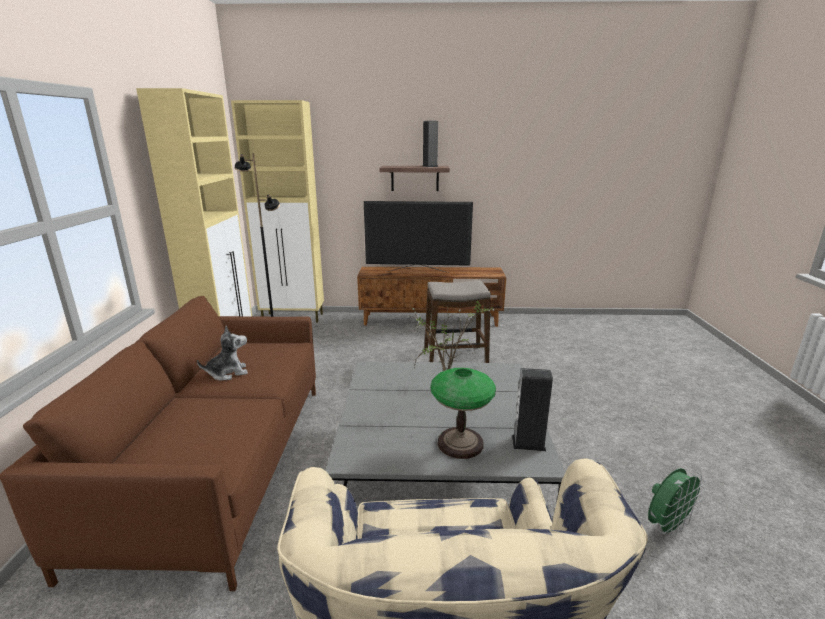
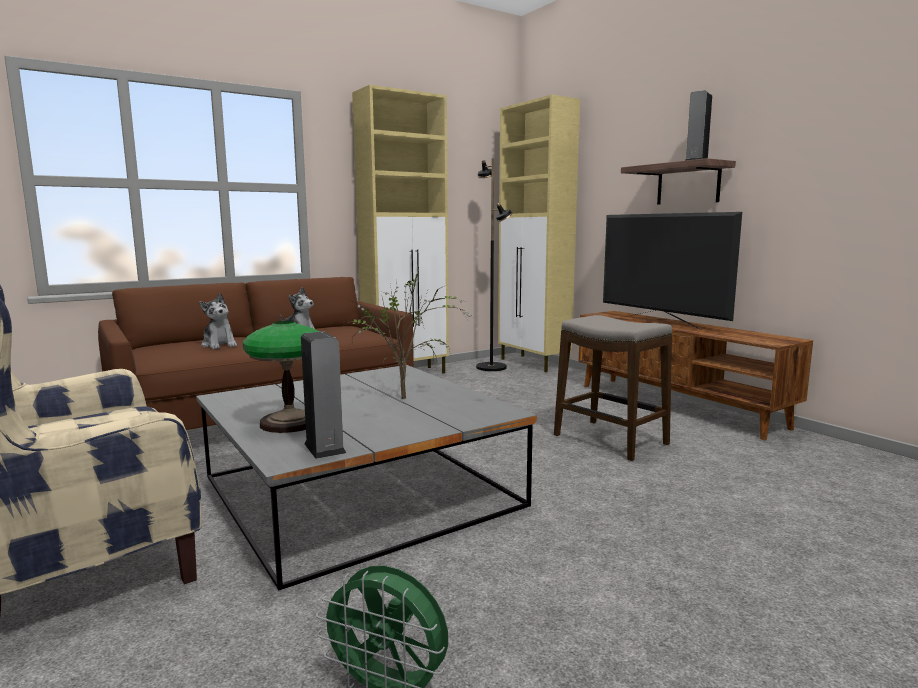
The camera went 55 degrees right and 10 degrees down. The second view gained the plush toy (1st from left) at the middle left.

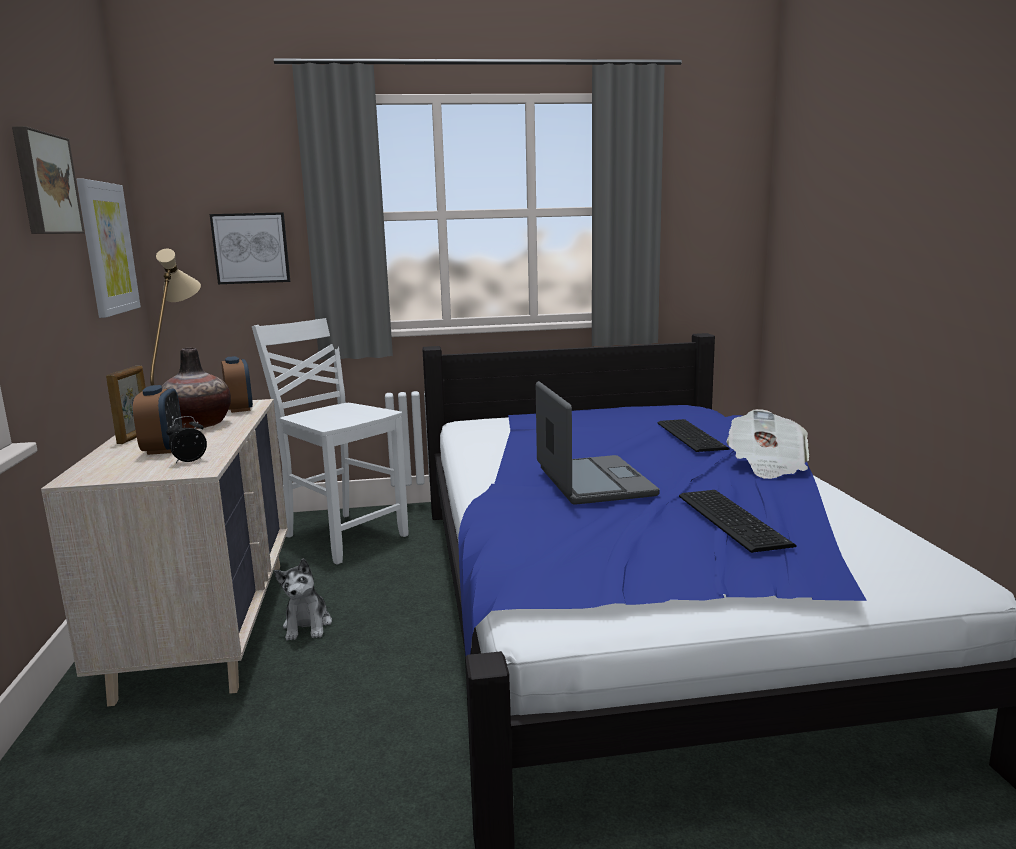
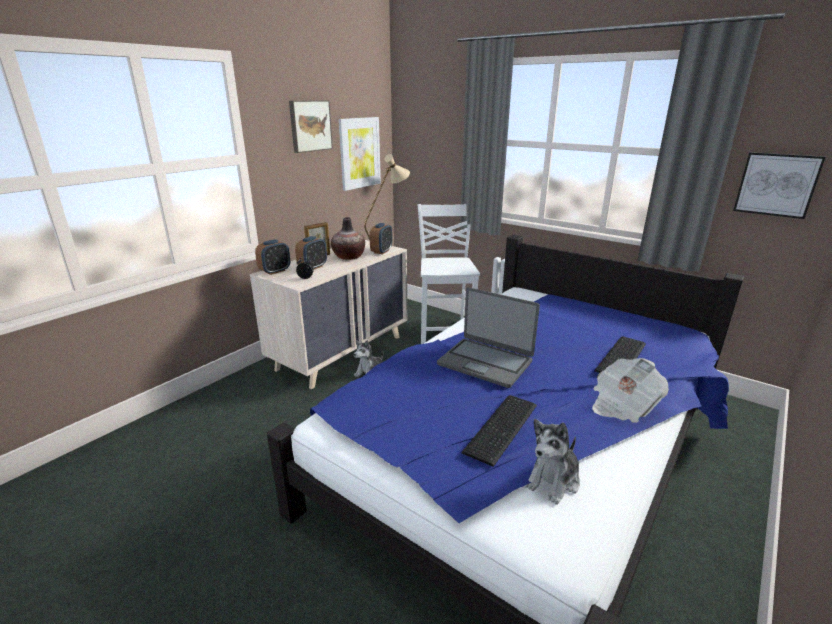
The camera went 45 degrees right and 10 degrees up. The picture (3rd from left) ended up elsewhere, having gone from the top left to the top right. The portable computer at the centre ended up facing another way, 90 degrees clockwise from before. The second view gained the table clock (1st from left) at the middle left. The second view gained the plush toy (2nd from left) at the bottom centre.

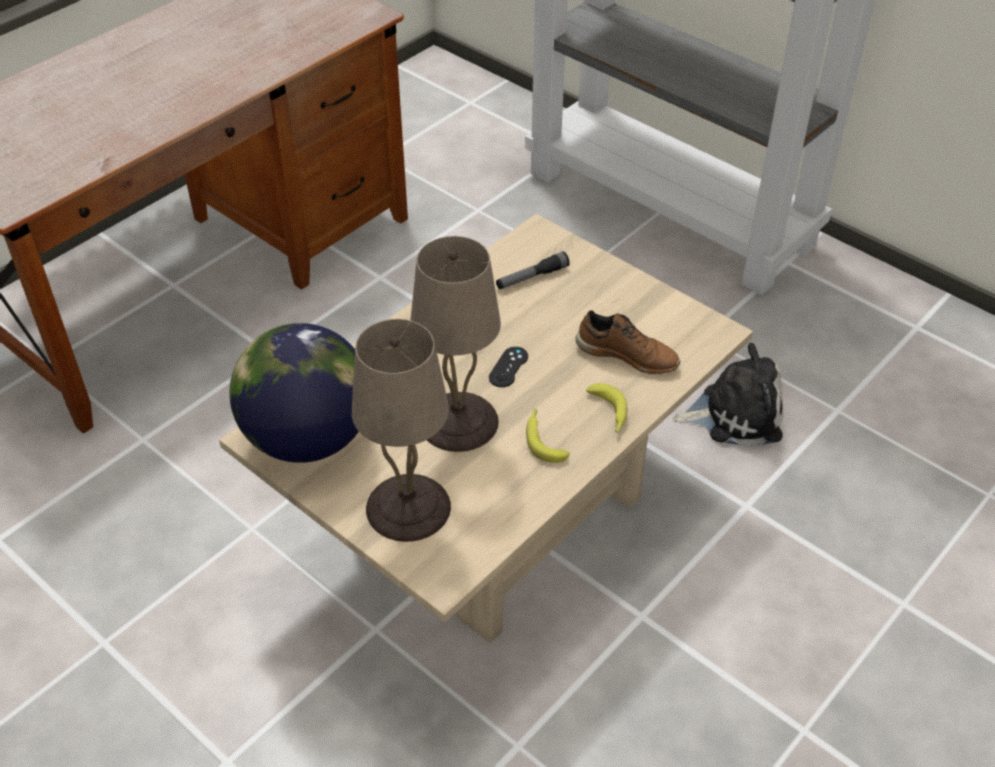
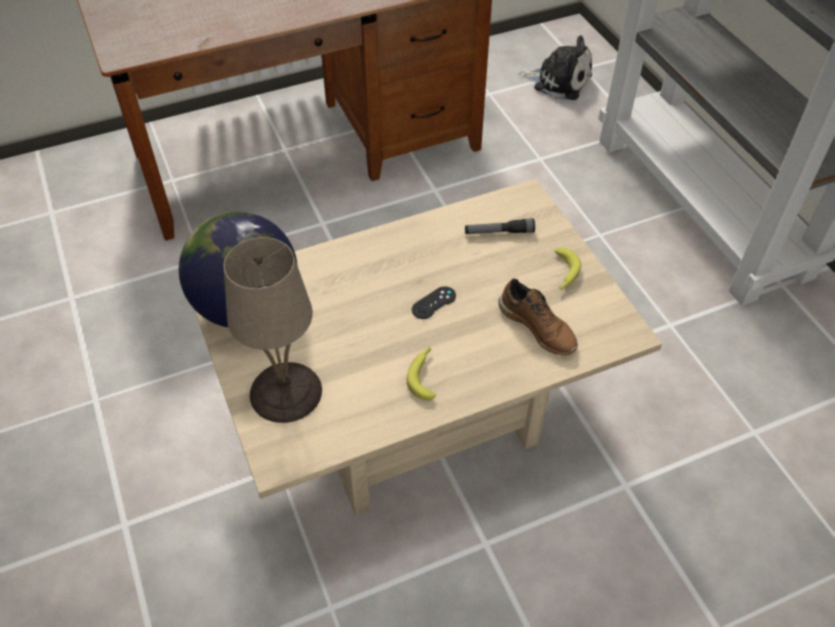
The camera went 25 degrees right and 5 degrees up. The second view lost the table lamp (beige-coloured) (2nd from left) at the centre. The banana (2nd from left) ended up elsewhere, having gone from the centre to the middle right. The plush toy ended up elsewhere, having gone from the middle right to the top centre.

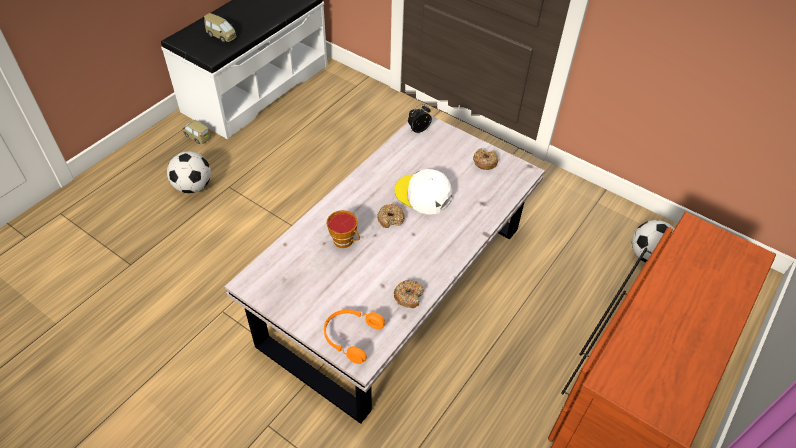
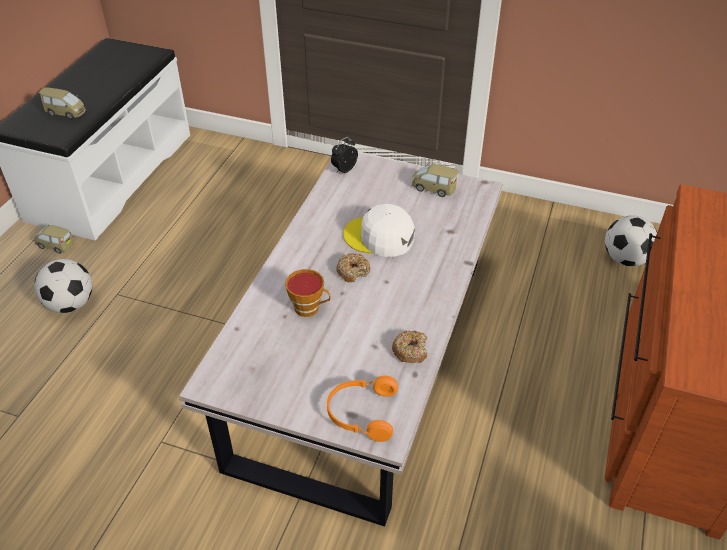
The camera went 15 degrees left and 5 degrees down. Where the donut (3rd from left) stood at the centre, the model car (3rd from left) came to stand at the top centre.

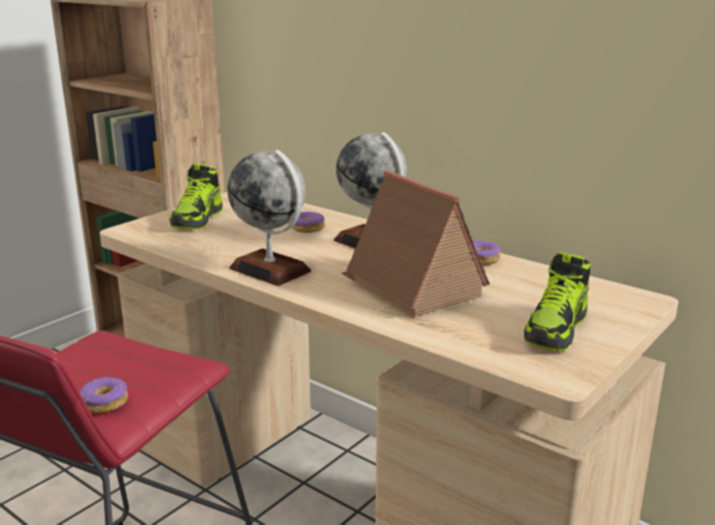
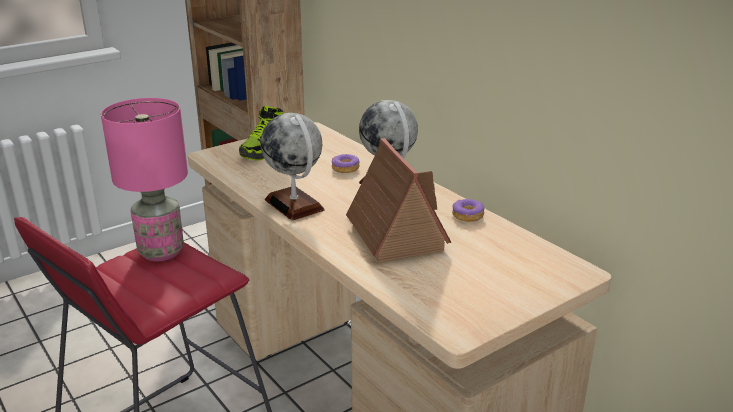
The camera went 15 degrees right and 5 degrees up. The second view lost the donut (1st from left) at the bottom left. The second view lost the item of footwear (2nd from left) at the middle right. The second view gained the table lamp (pink-coloured) at the middle left.

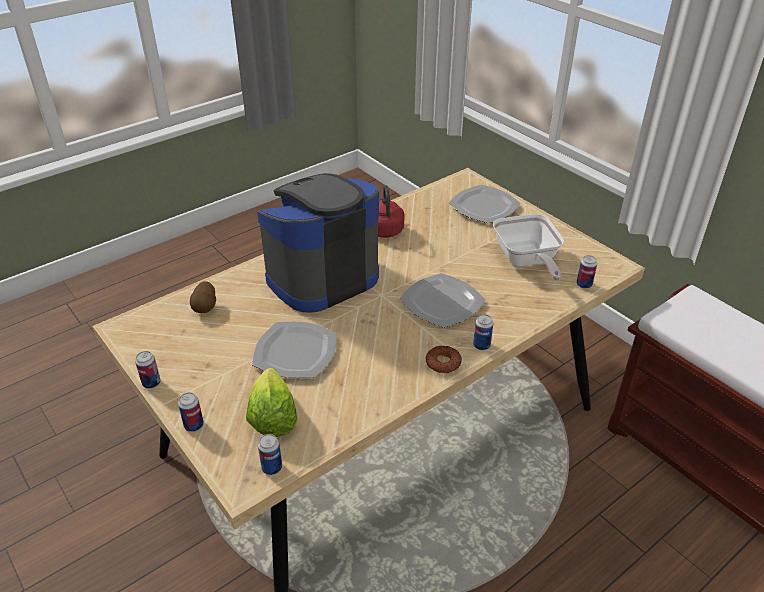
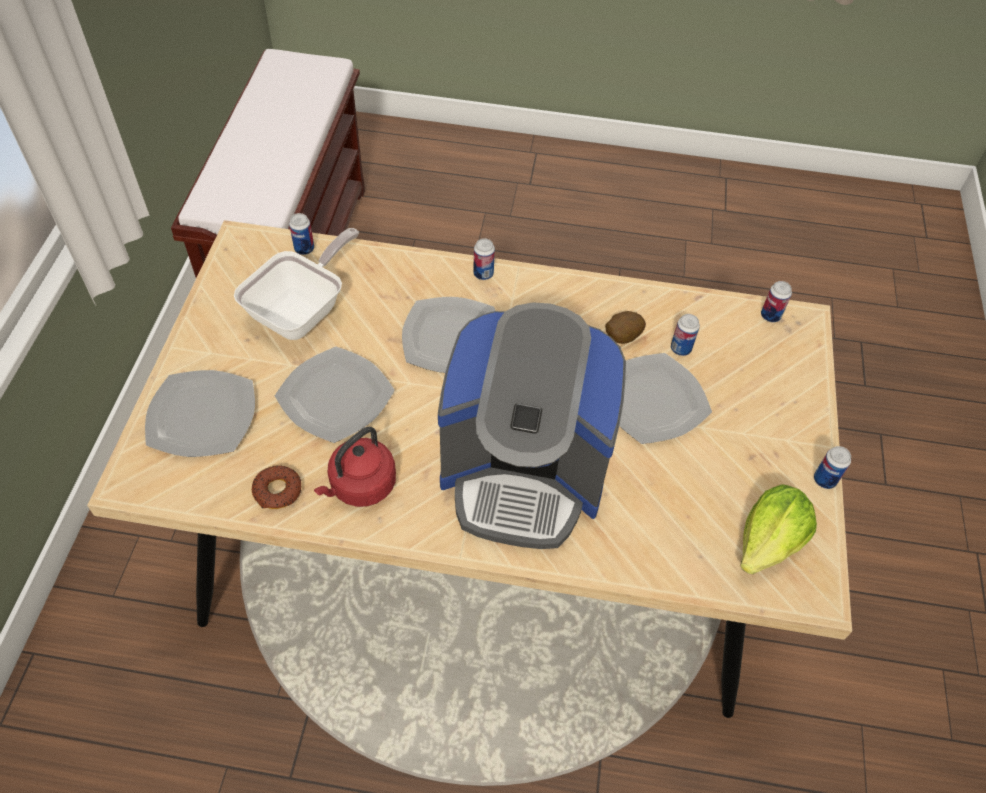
The camera went 135 degrees left and 15 degrees up. The metal can (2nd from left in the first image) ended up elsewhere, having gone from the bottom left to the middle right. The potato ended up elsewhere, having gone from the middle left to the centre. The lettuce ended up elsewhere, having gone from the bottom centre to the bottom right. The donut ended up elsewhere, having gone from the centre to the middle left. The second view gained the dinner plate (2nd from left) at the centre.

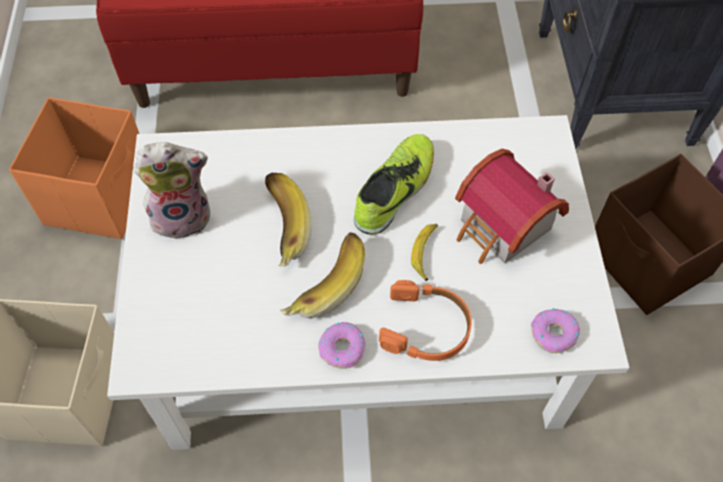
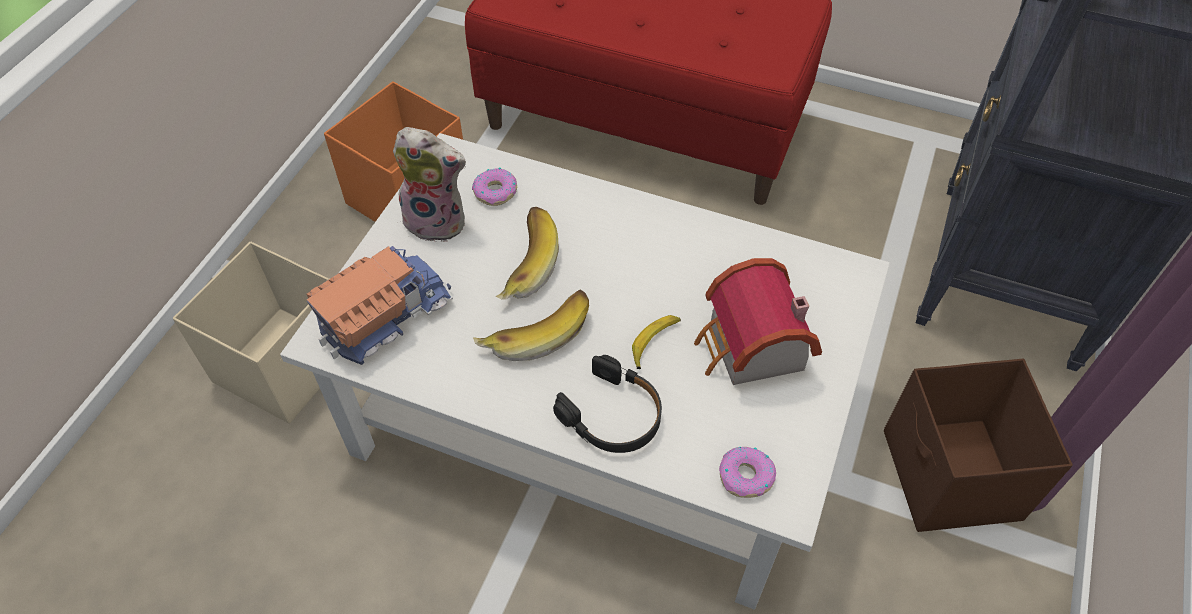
The camera went 25 degrees right and 5 degrees down. The donut (1st from left) ended up elsewhere, having gone from the bottom centre to the top centre. The second view lost the item of footwear at the centre. What was the headset (orange-coloured) at the centre turned into the headset (black-coloured) at the centre. The second view gained the toy truck at the middle left.

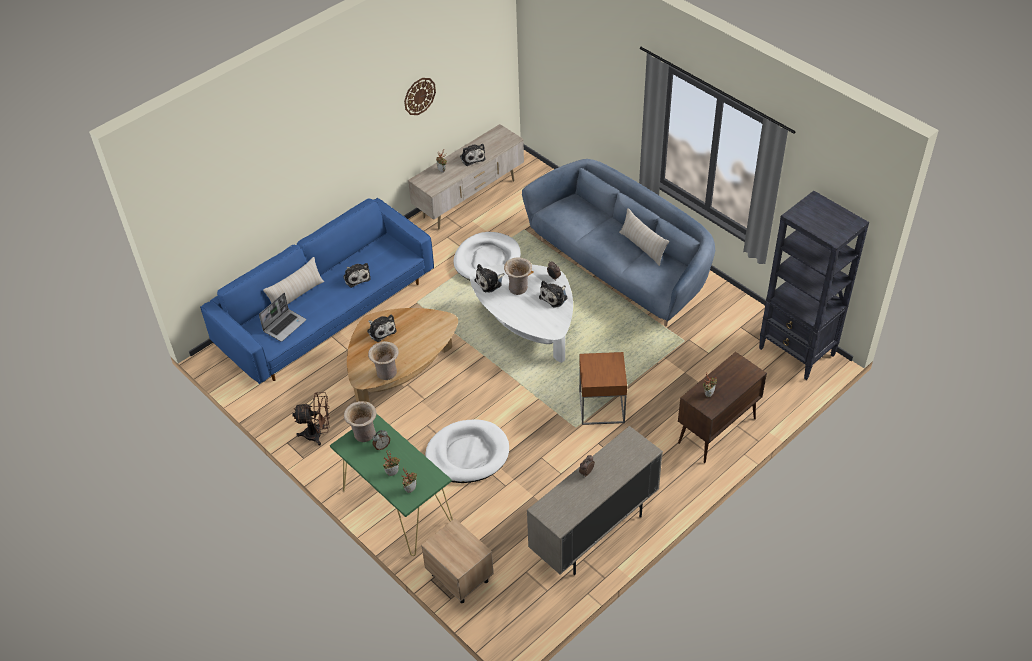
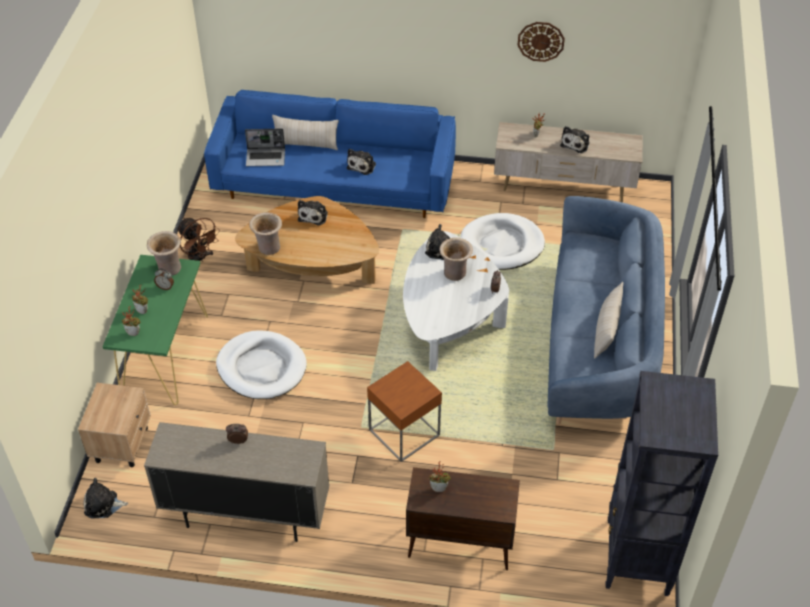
The camera went 50 degrees right and 0 degrees up. The plush toy (5th from left in the first image) ended up elsewhere, having gone from the centre to the bottom left.

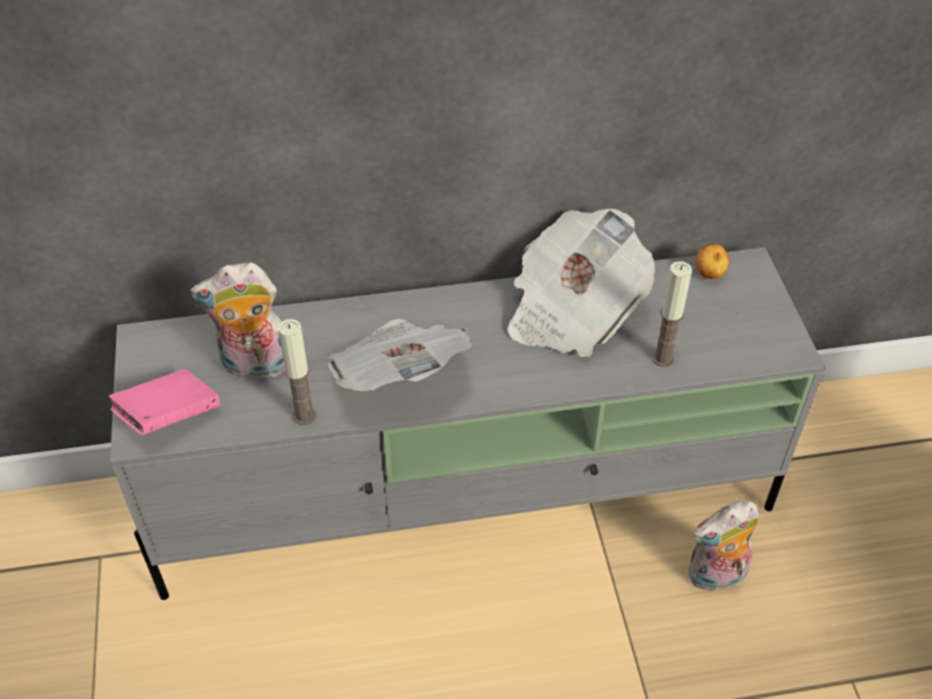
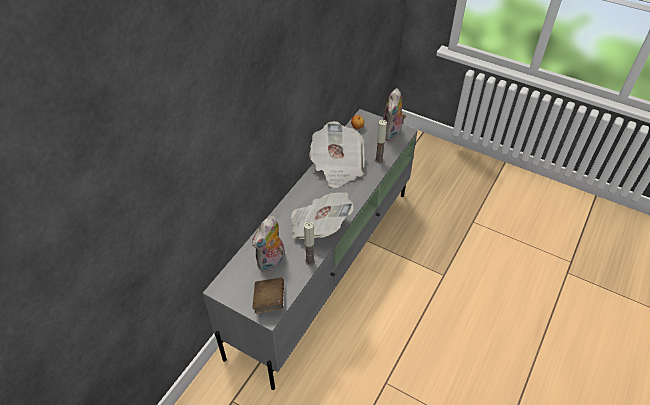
The camera went 50 degrees left and 0 degrees up. What was the bound book (pink-coloured) at the middle left turned into the bound book (brown) at the bottom centre. The plush toy (2nd from left) ended up elsewhere, having gone from the bottom right to the top centre.

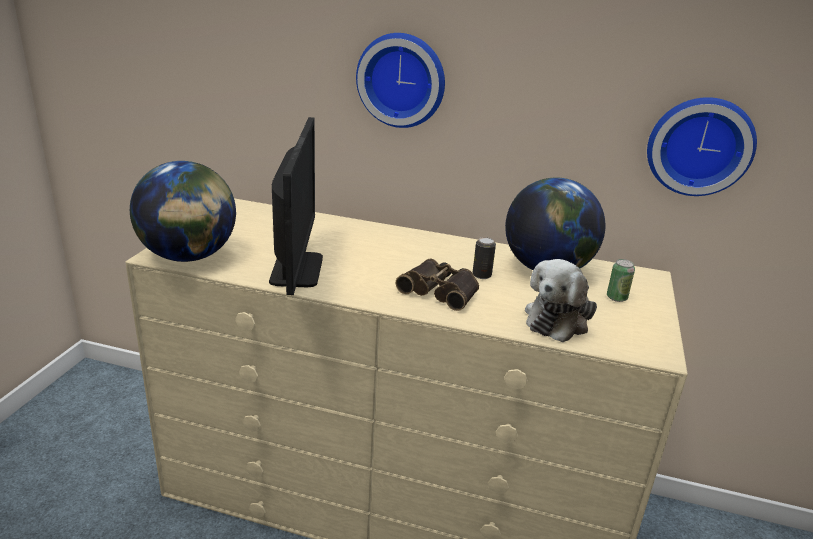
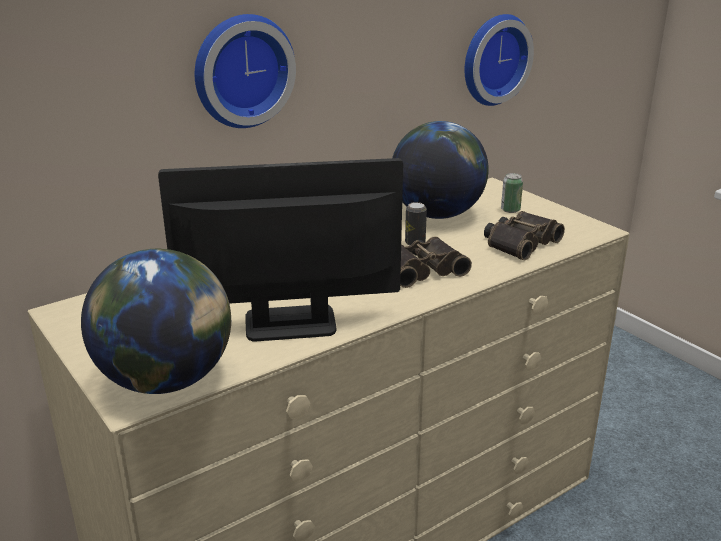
The camera went 50 degrees left and 0 degrees up. The monitor at the centre ended up facing another way, 45 degrees counterclockwise from before. Where the plush toy stood at the middle right, the field glasses (2nd from left) came to stand at the middle right.

